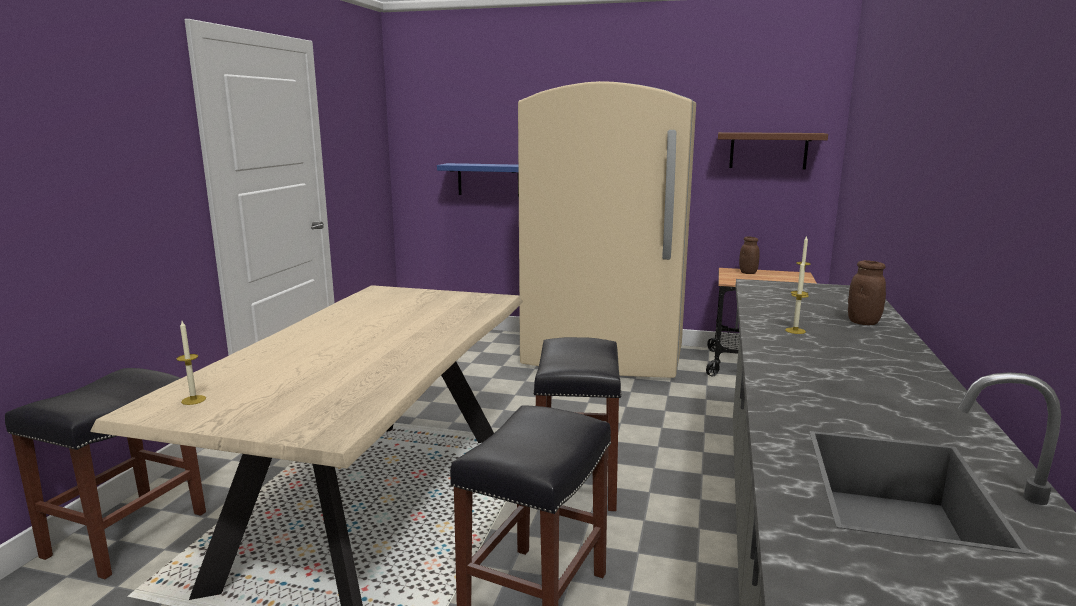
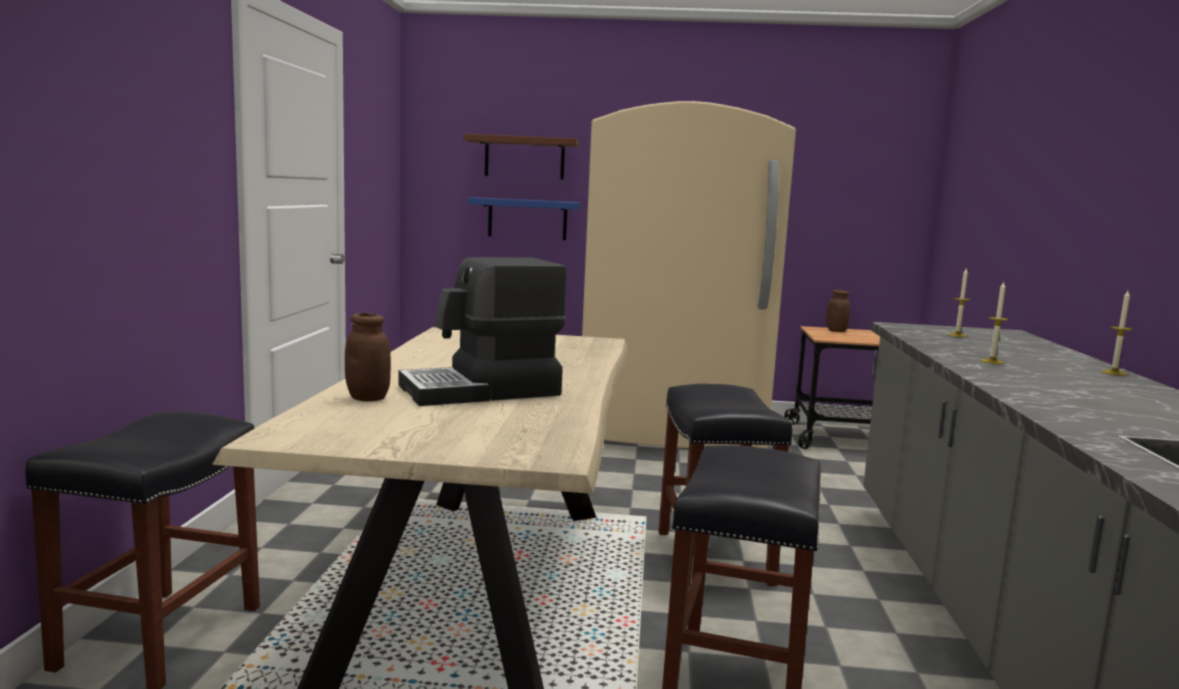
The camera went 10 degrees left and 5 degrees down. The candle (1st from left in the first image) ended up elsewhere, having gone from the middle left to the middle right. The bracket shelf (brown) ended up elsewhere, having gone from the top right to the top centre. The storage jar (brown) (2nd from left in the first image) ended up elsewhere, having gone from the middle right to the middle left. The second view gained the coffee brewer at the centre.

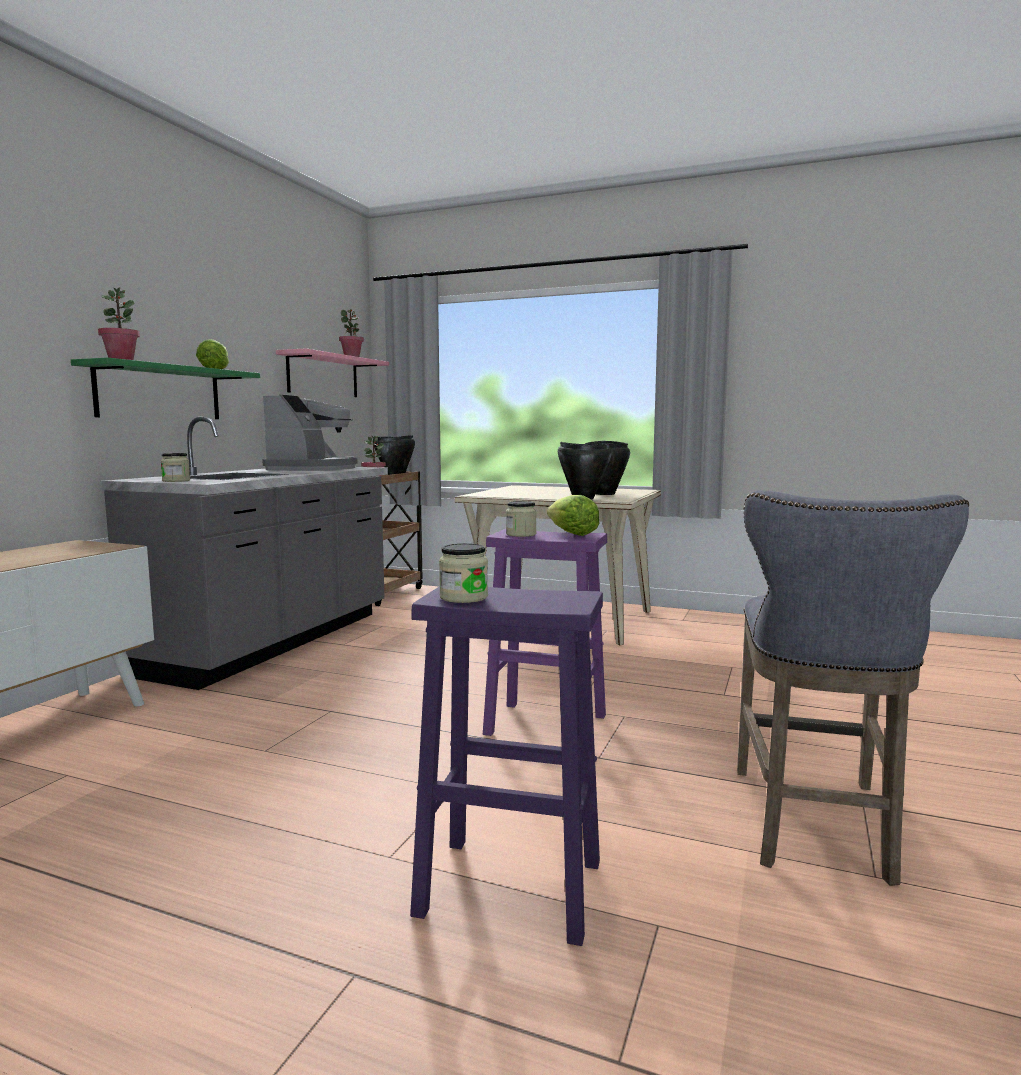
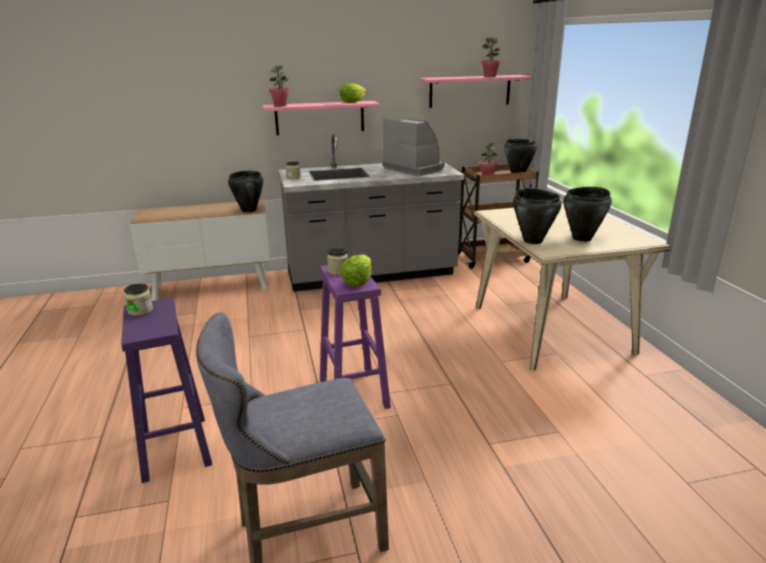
The camera went 55 degrees right and 15 degrees up. What was the bracket shelf (green-coloured) at the middle left turned into the bracket shelf (pink-coloured) (1st from left) at the top centre. The coffee brewer at the middle left ended up facing another way, 105 degrees counterclockwise from before. The second view gained the stockpot (black-coloured) (1st from left) at the middle left.

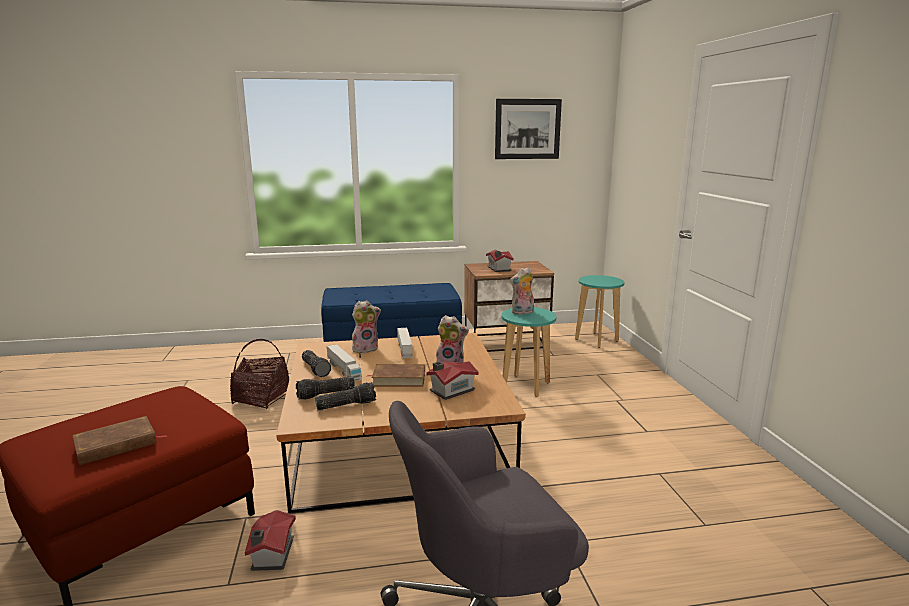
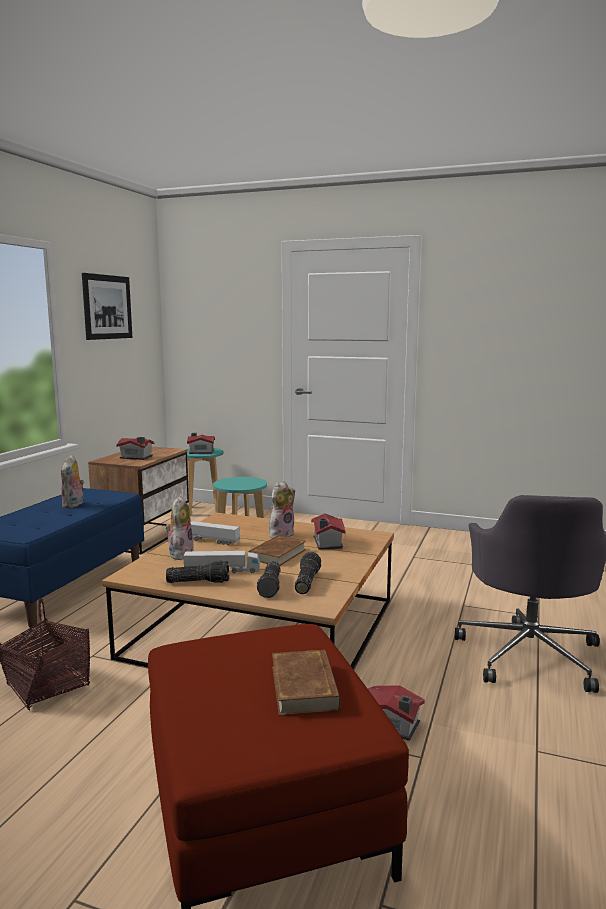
The camera went 60 degrees left and 5 degrees down. The plush toy (3rd from left in the first image) ended up elsewhere, having gone from the centre to the middle left. The second view gained the miniature house (2nd from left) at the middle left.

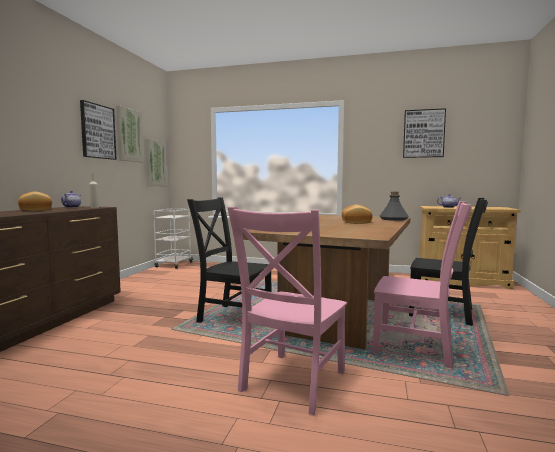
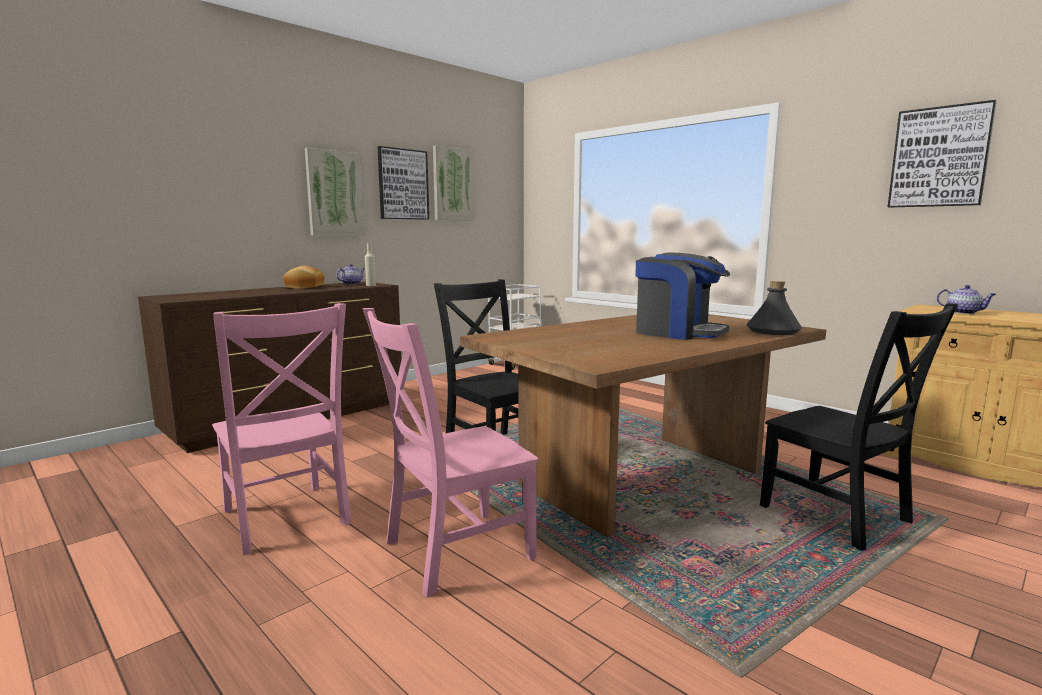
The camera went 30 degrees right and 5 degrees up. The picture (3rd from left in the first image) ended up elsewhere, having gone from the middle left to the top left. Where the baked bread (2nd from left) stood at the centre, the coffee brewer came to stand at the centre. The upright chair (pink-coloured) (2nd from left in the first image) ended up elsewhere, having gone from the middle right to the middle left.

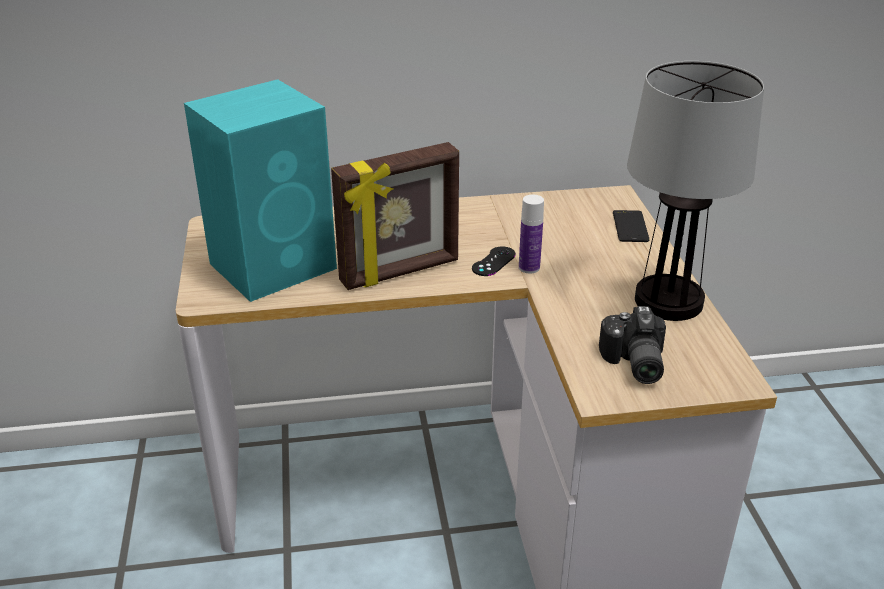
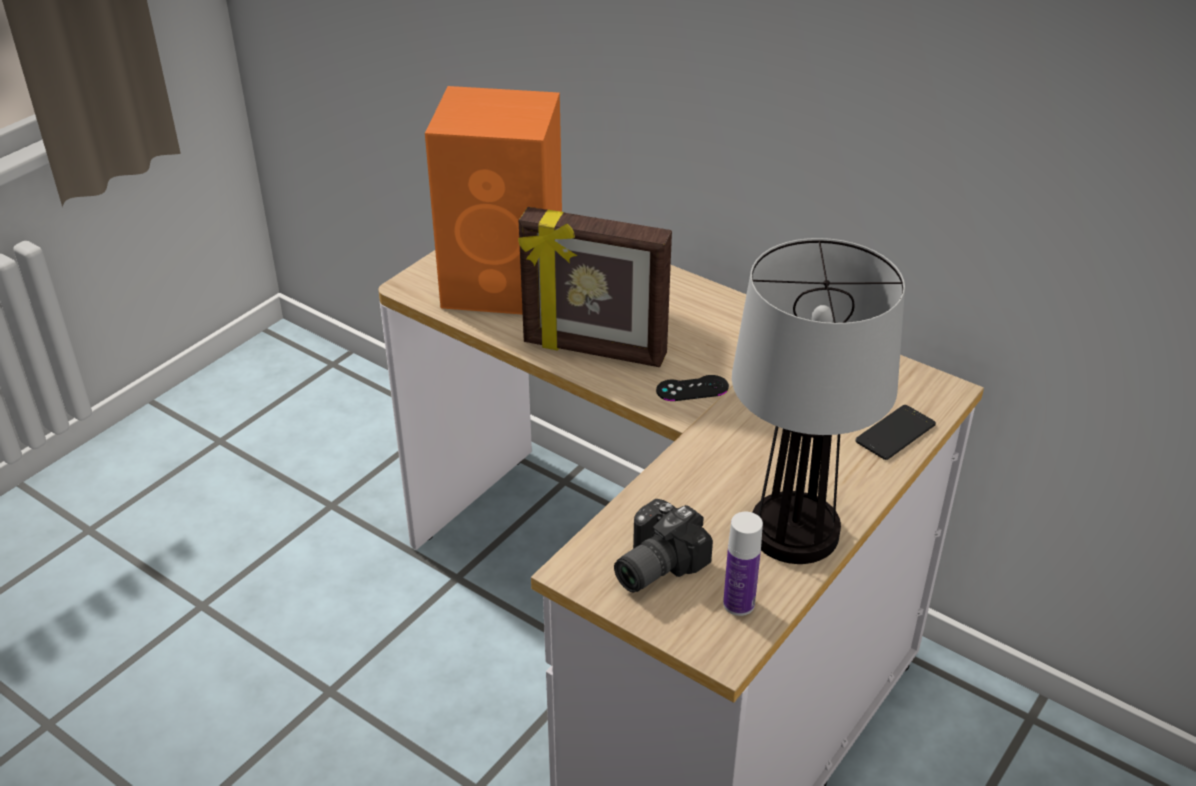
The camera went 45 degrees right and 5 degrees up. What was the loudspeaker (turquoise) at the top left turned into the loudspeaker (orange-coloured) at the top centre. The bottle ended up elsewhere, having gone from the centre to the bottom centre.

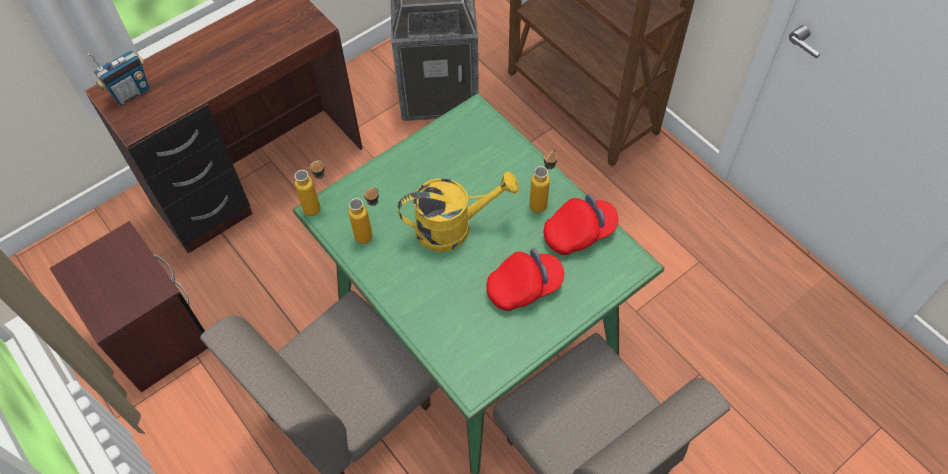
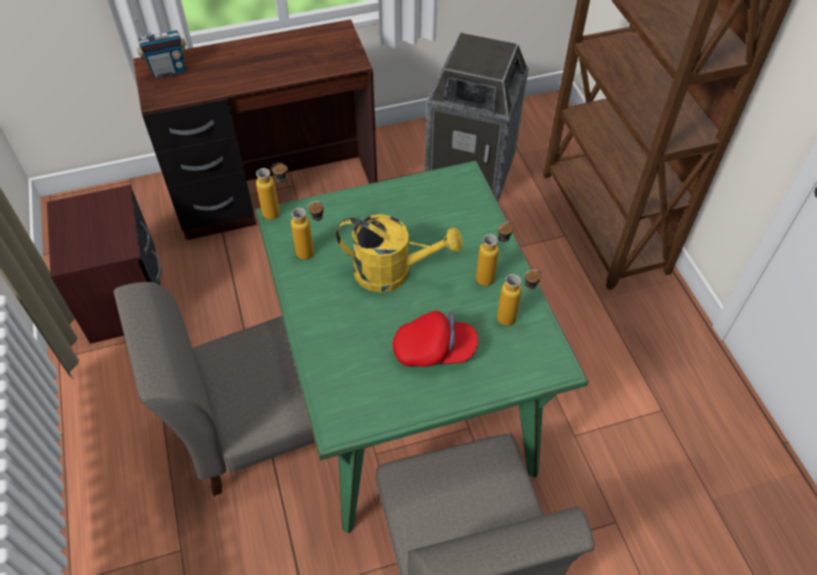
The camera went 20 degrees right and 5 degrees down. Where the baseball cap (reddish) (2nd from left) stood at the centre, the bottle (4th from left) came to stand at the centre.

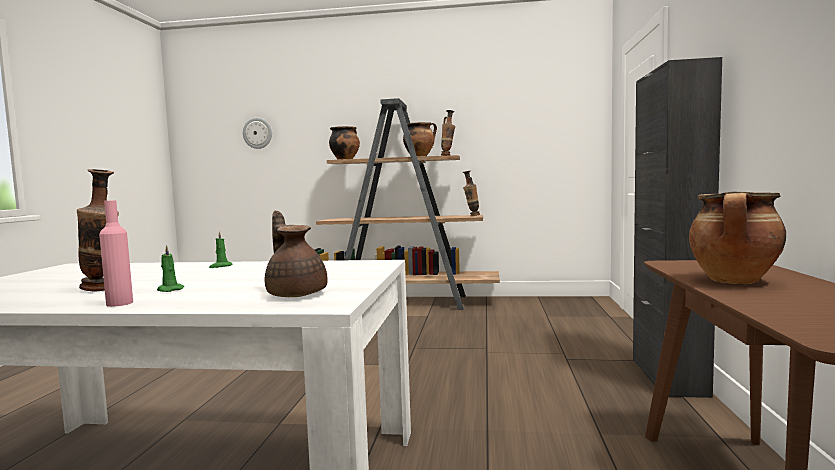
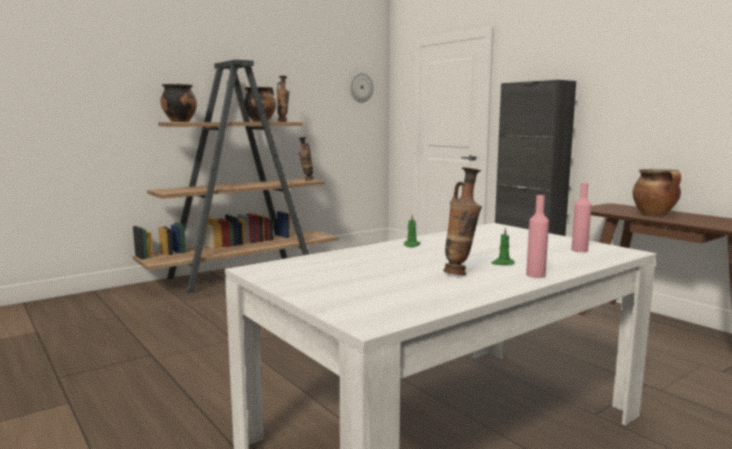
The camera went 45 degrees left and 5 degrees up. The hanging clock ended up elsewhere, having gone from the top left to the top centre. Where the teapot (brown) stood at the centre, the bottle (pink-coloured) (2nd from left) came to stand at the middle right.

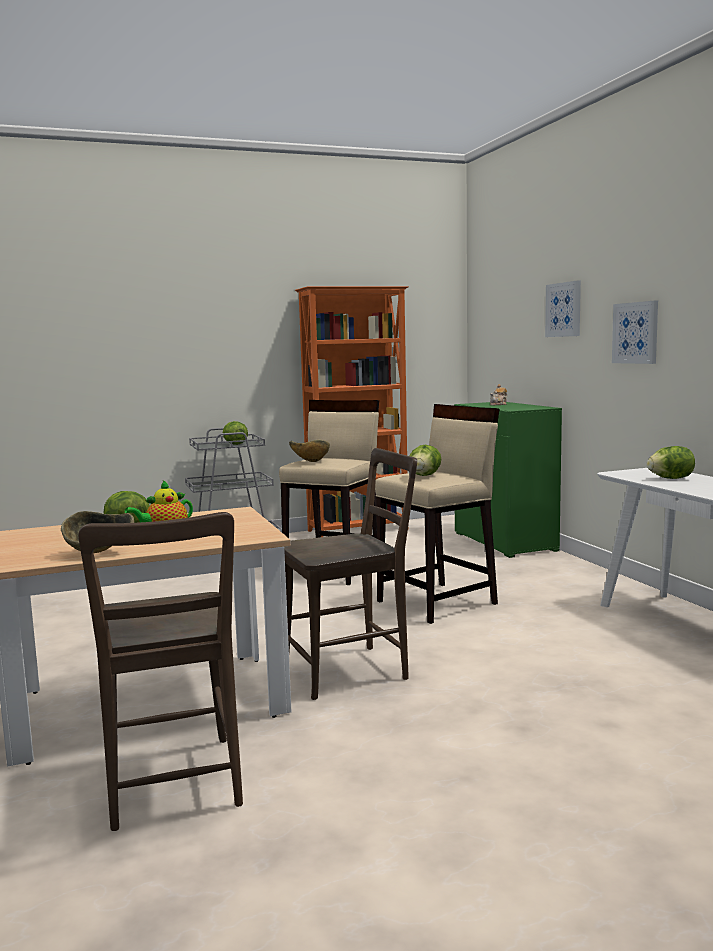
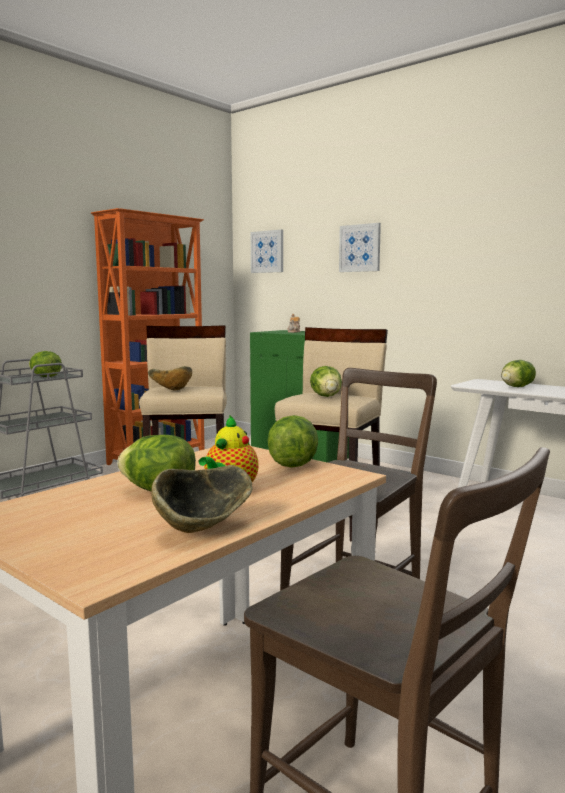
The camera went 30 degrees left and 0 degrees up. The picture (2nd from left in the first image) ended up elsewhere, having gone from the middle right to the top centre. The second view gained the lettuce (3rd from left) at the centre.

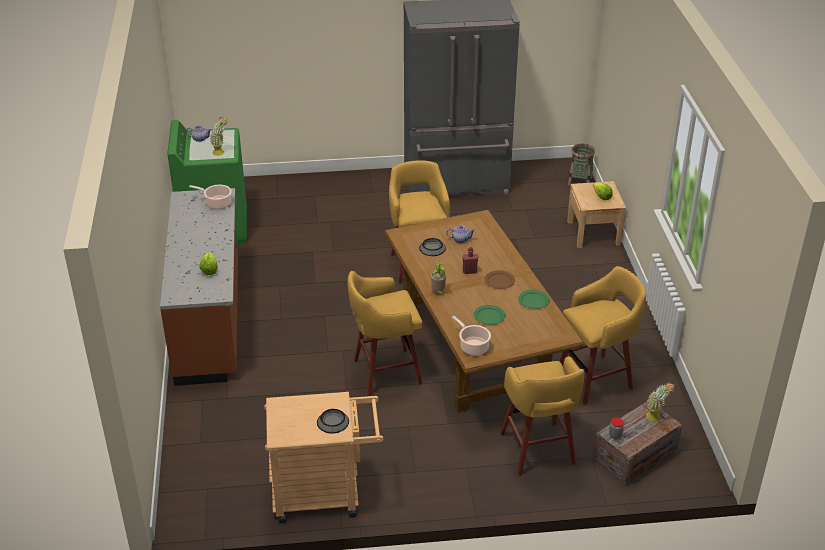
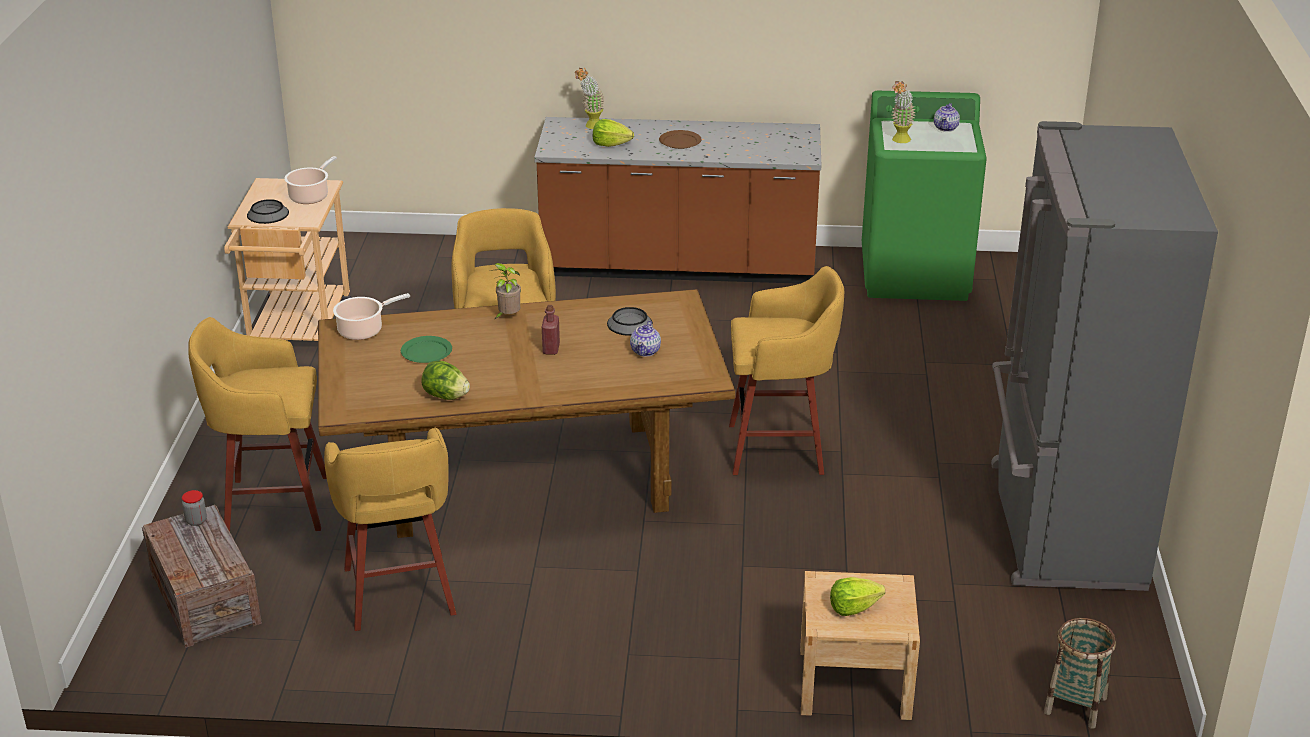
The camera went 100 degrees right and 5 degrees down. The stockpot (1st from left) ended up elsewhere, having gone from the middle left to the top left. The dinner plate (brown) ended up elsewhere, having gone from the centre to the top centre. Where the dinner plate (green-coloured) (2nd from left) stood at the centre, the lettuce (1st from left) came to stand at the centre. The houseplant (3rd from left in the first image) ended up elsewhere, having gone from the bottom right to the top centre.

